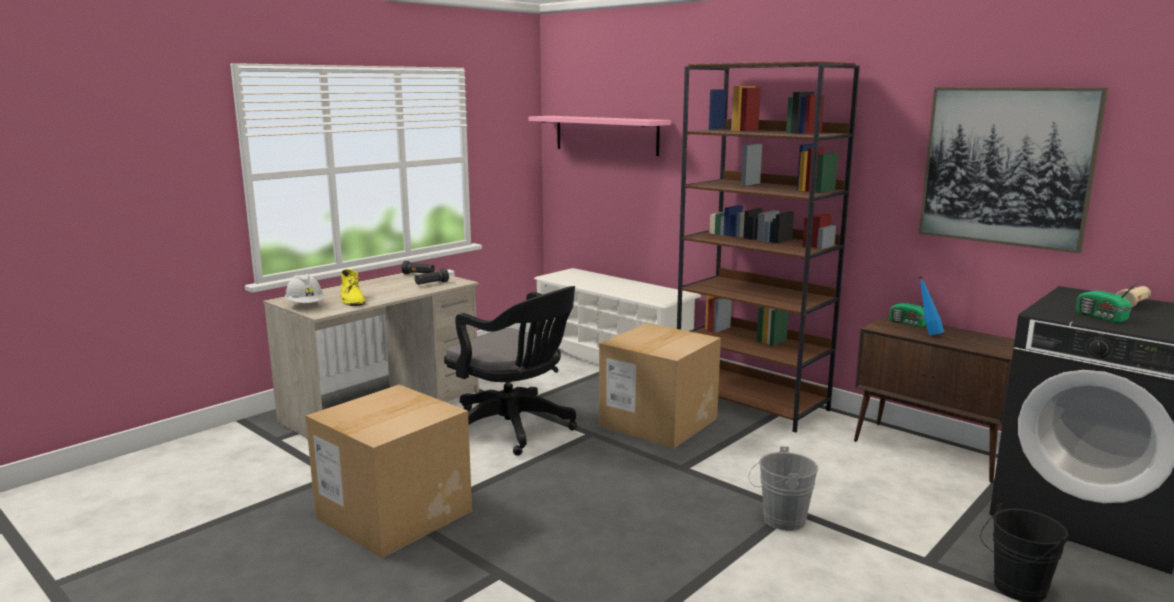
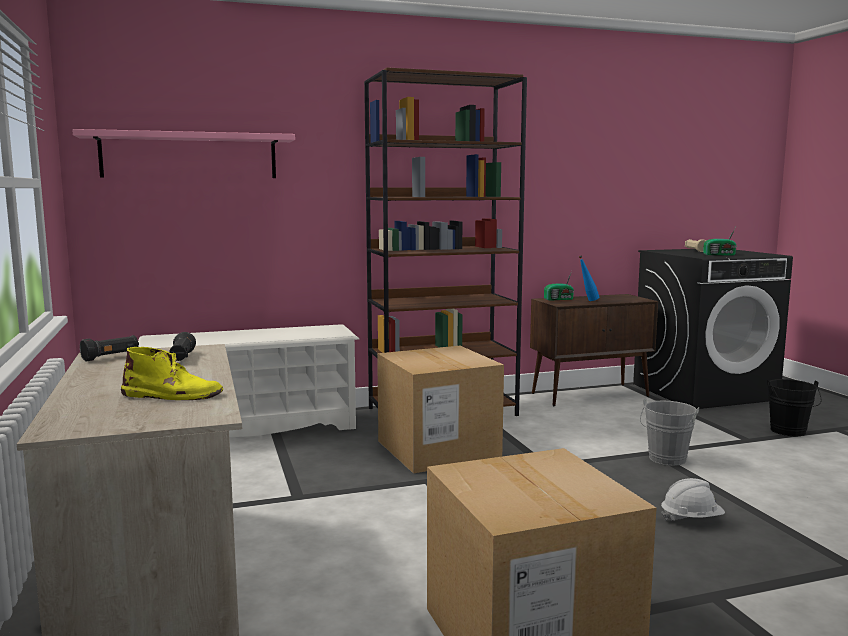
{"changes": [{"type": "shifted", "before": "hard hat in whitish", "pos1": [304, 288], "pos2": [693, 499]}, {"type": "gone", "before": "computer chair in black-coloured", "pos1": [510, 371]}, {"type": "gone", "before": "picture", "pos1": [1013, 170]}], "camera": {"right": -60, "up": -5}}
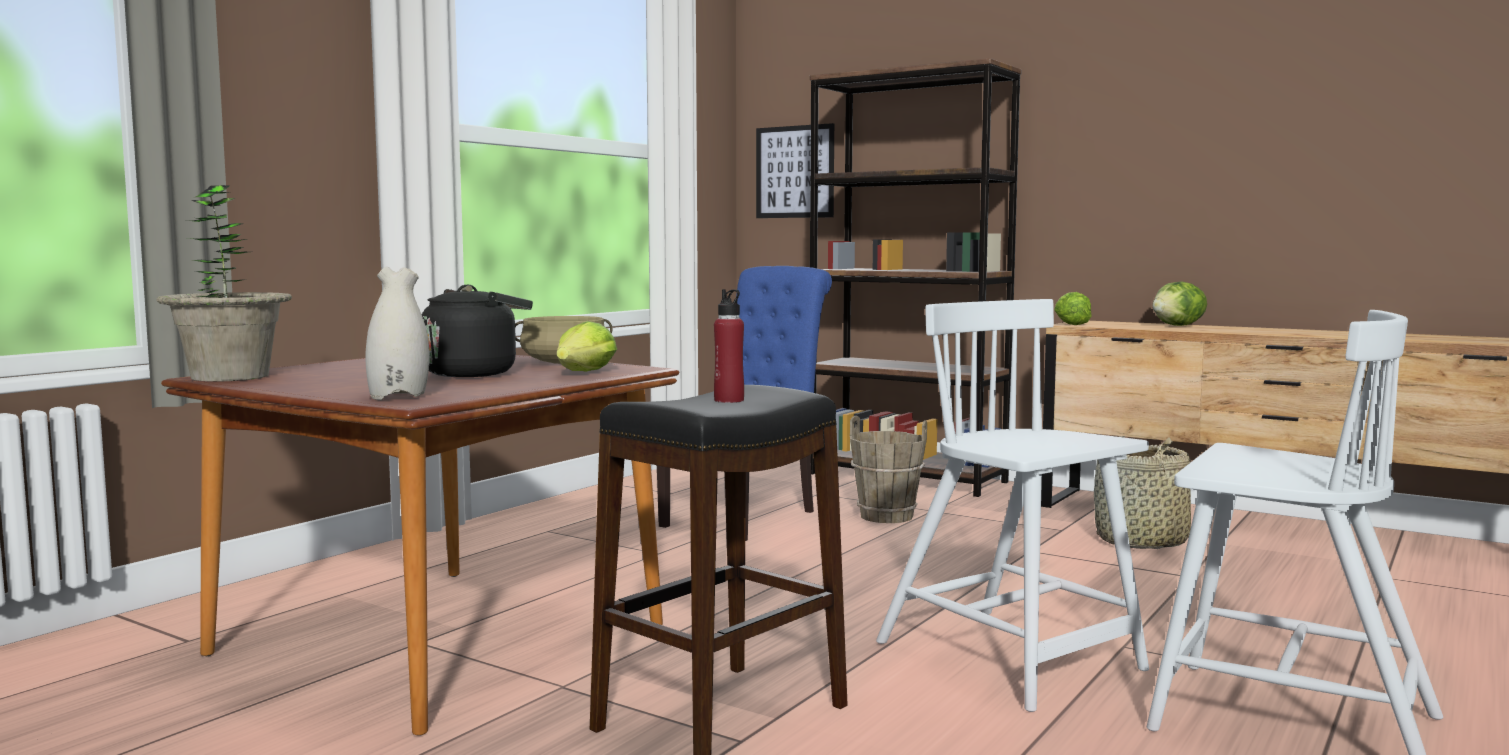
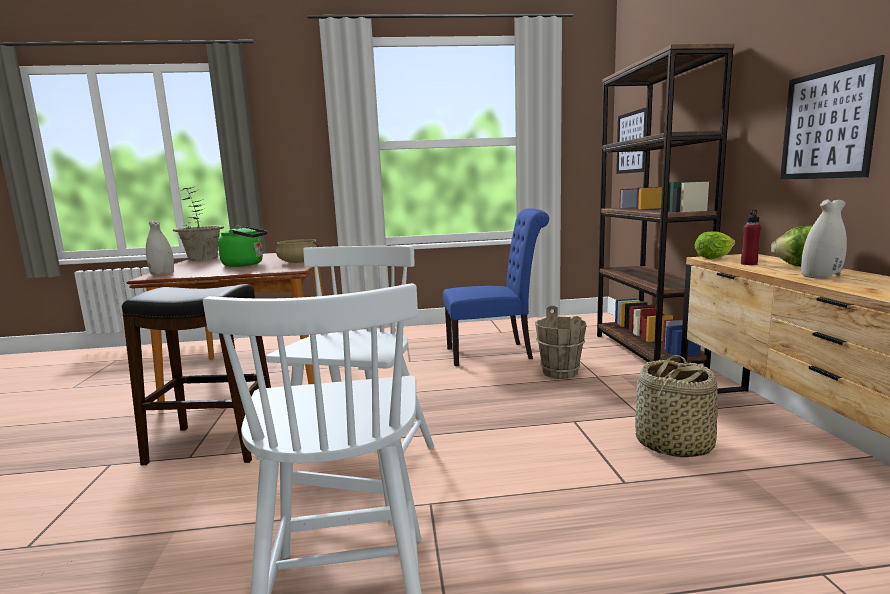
{"changes": [{"type": "repainted", "before": "kettle in black-coloured", "after": "kettle in green-coloured", "pos1": [477, 331], "pos2": [242, 246]}, {"type": "gone", "before": "head of lettuce", "pos1": [587, 346]}, {"type": "shifted", "before": "bottle in red-coloured", "pos1": [729, 346], "pos2": [751, 237]}, {"type": "new", "after": "picture", "pos2": [832, 117]}, {"type": "new", "after": "decorative vase in whitish", "pos2": [824, 239]}], "camera": {"right": 50, "up": 5}}
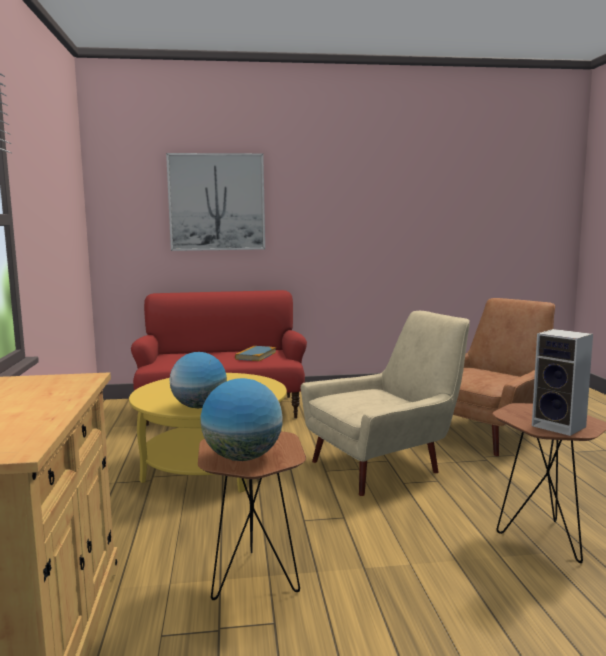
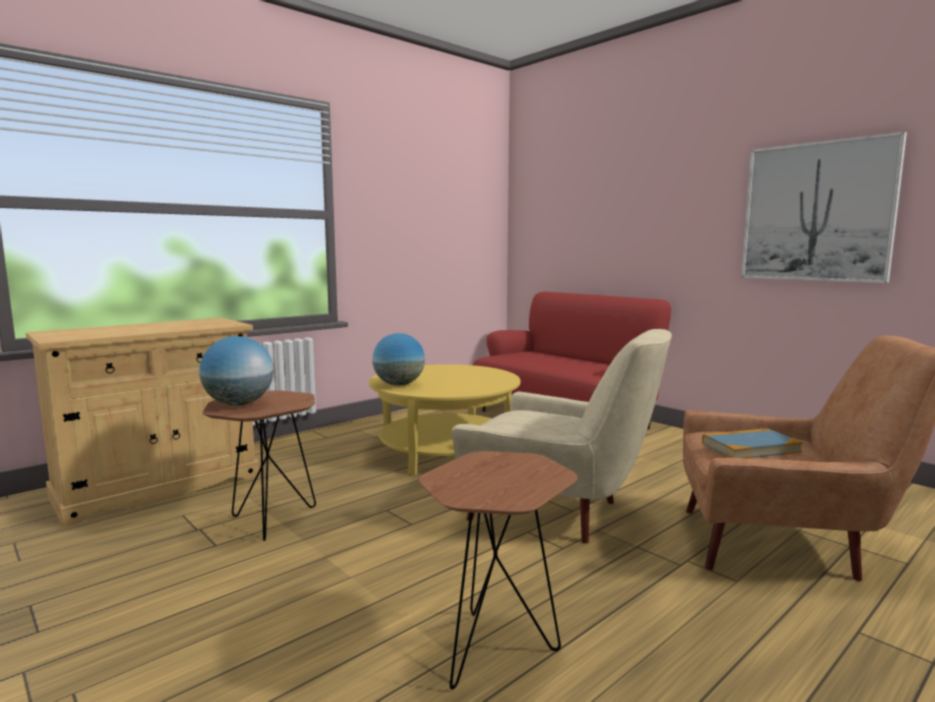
{"changes": [{"type": "shifted", "before": "picture", "pos1": [215, 202], "pos2": [824, 207]}, {"type": "shifted", "before": "volume", "pos1": [255, 353], "pos2": [752, 443]}, {"type": "gone", "before": "audio speaker", "pos1": [562, 382]}], "camera": {"right": 55, "up": 0}}
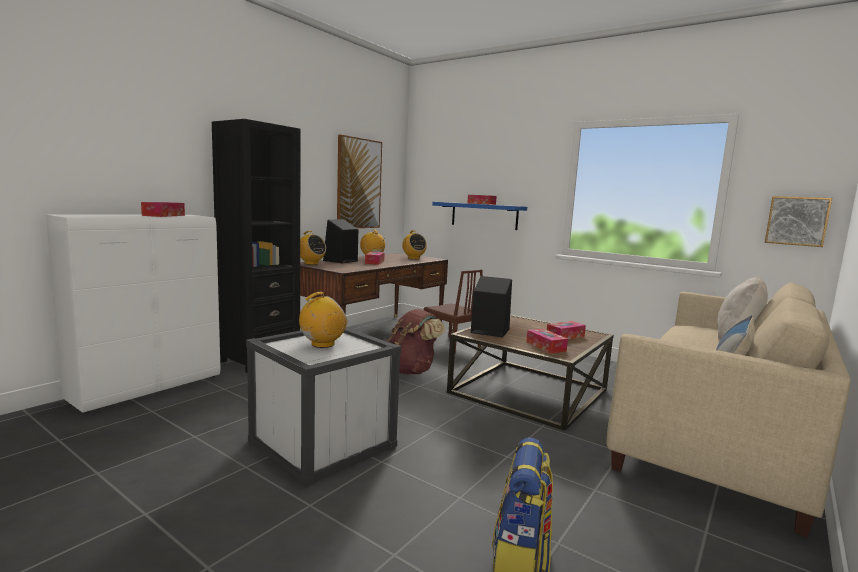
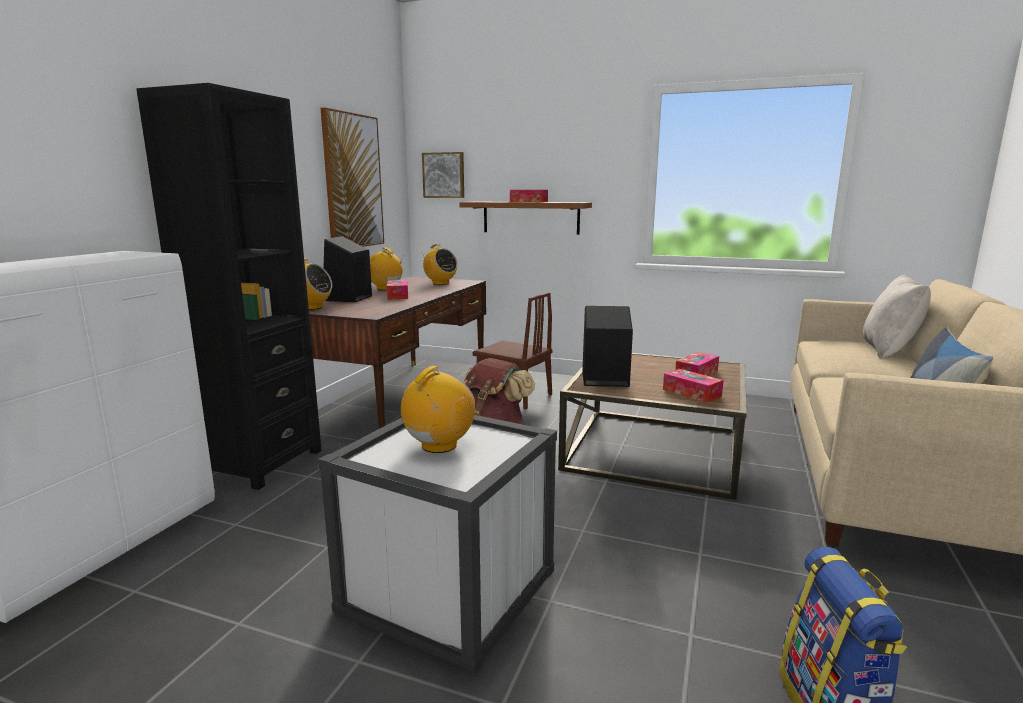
{"changes": [{"type": "gone", "before": "box of tissues", "pos1": [163, 209]}, {"type": "repainted", "before": "bracket shelf in bluish", "after": "bracket shelf in brown-coloured", "pos1": [479, 216], "pos2": [525, 218]}, {"type": "shifted", "before": "picture", "pos1": [798, 221], "pos2": [443, 175]}], "camera": {"right": -15, "up": 5}}
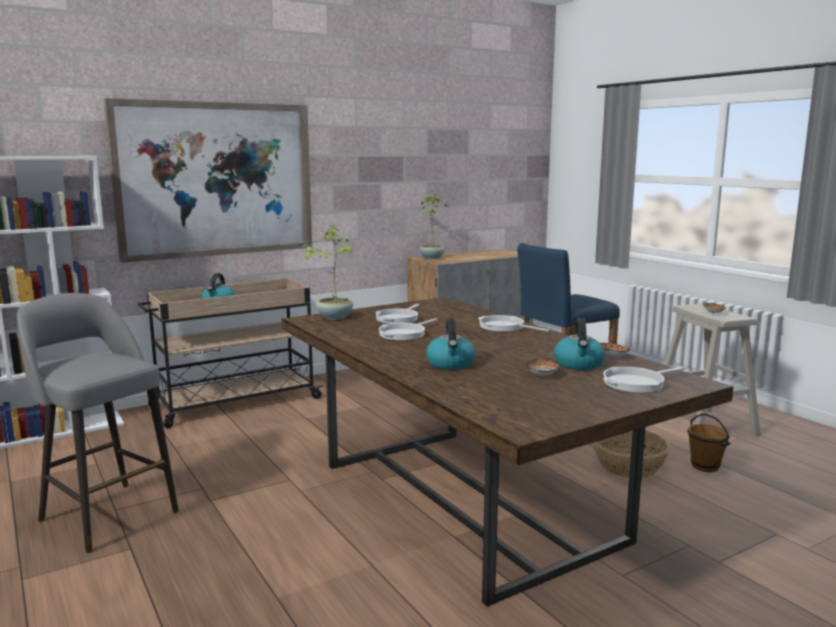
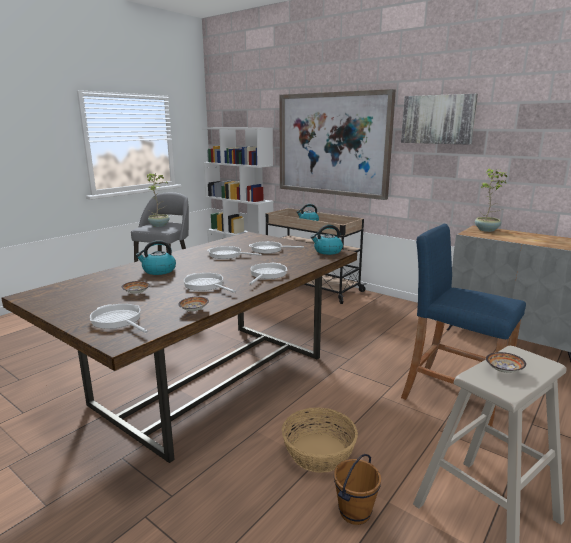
{"changes": [{"type": "shifted", "before": "potted plant", "pos1": [328, 272], "pos2": [158, 200]}, {"type": "shifted", "before": "kettle", "pos1": [579, 344], "pos2": [327, 240]}, {"type": "new", "after": "pan", "pos2": [210, 283]}, {"type": "new", "after": "picture", "pos2": [439, 119]}], "camera": {"right": 70, "up": 5}}
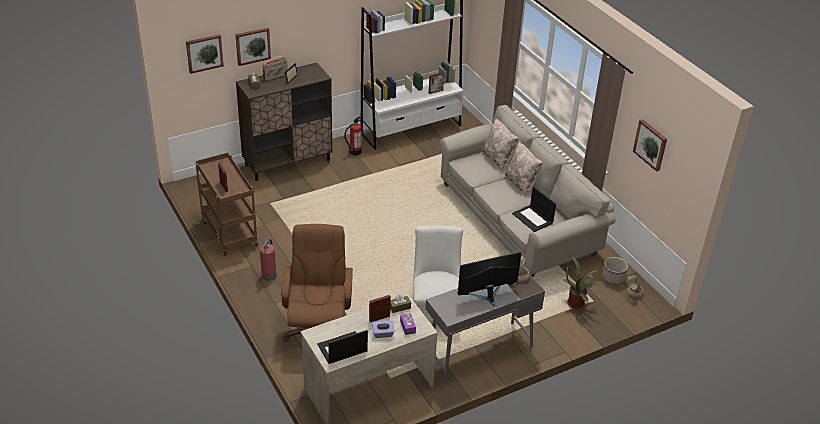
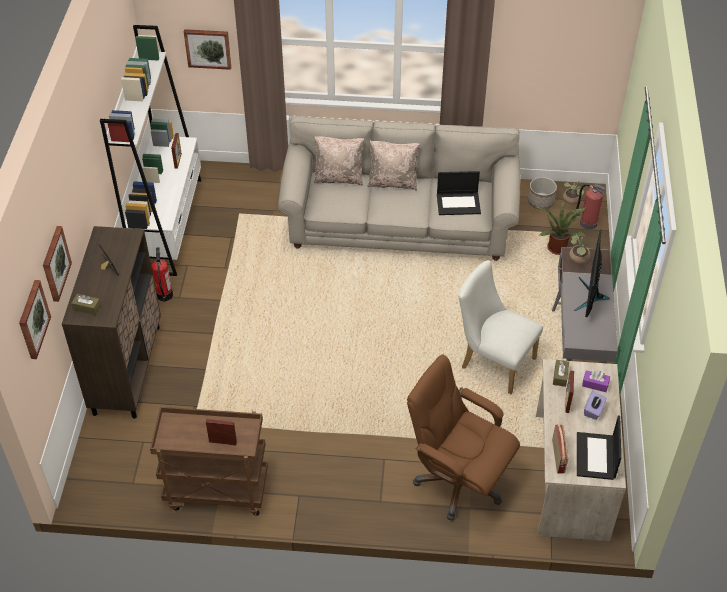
{"changes": [{"type": "shifted", "before": "fire-fighting cylinder", "pos1": [268, 260], "pos2": [590, 206]}, {"type": "shifted", "before": "radio receiver", "pos1": [275, 68], "pos2": [560, 449]}, {"type": "shifted", "before": "picture", "pos1": [650, 145], "pos2": [207, 49]}], "camera": {"right": -55, "up": 10}}
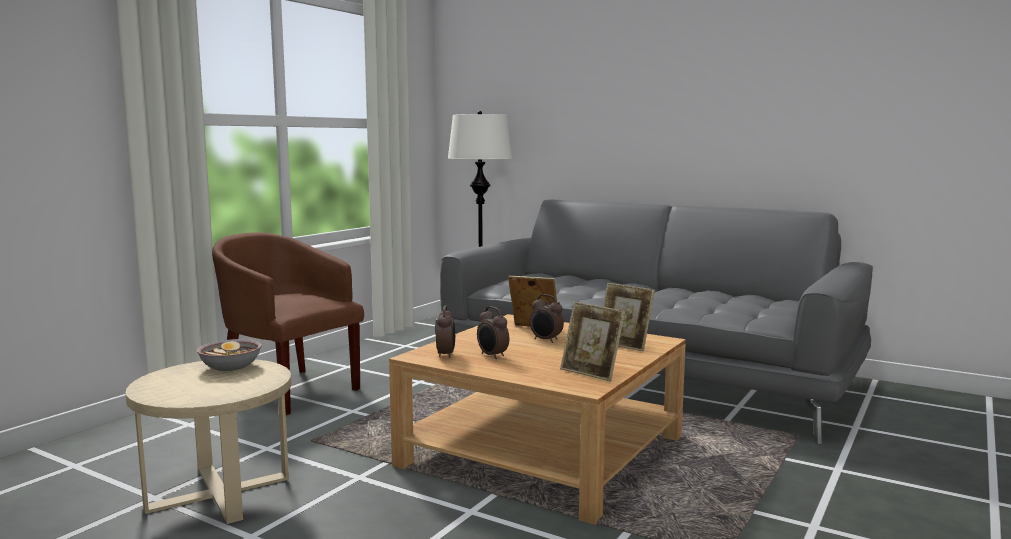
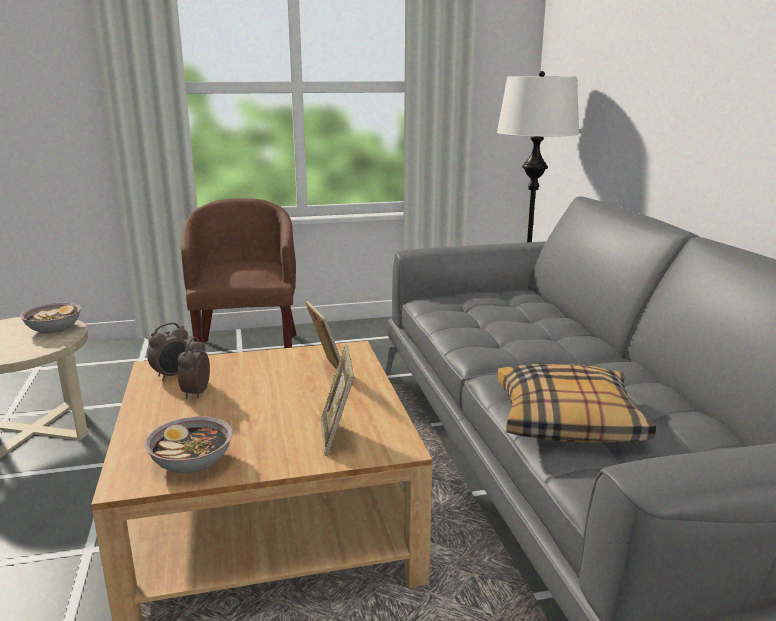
{"changes": [{"type": "gone", "before": "bedside clock", "pos1": [547, 318]}, {"type": "swapped", "before": "standing frame", "after": "deep dish", "pos1": [592, 341], "pos2": [188, 444]}, {"type": "new", "after": "throw pillow", "pos2": [576, 403]}], "camera": {"right": 45, "up": 10}}
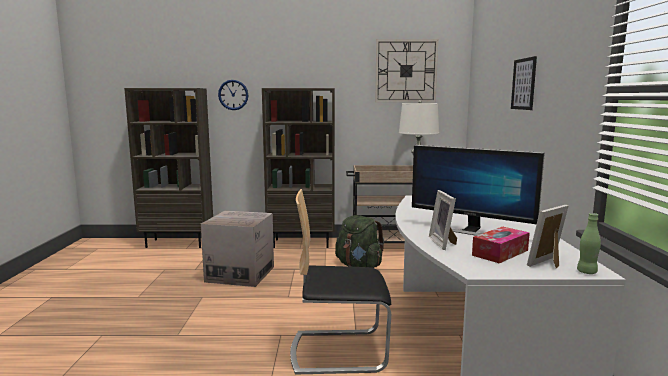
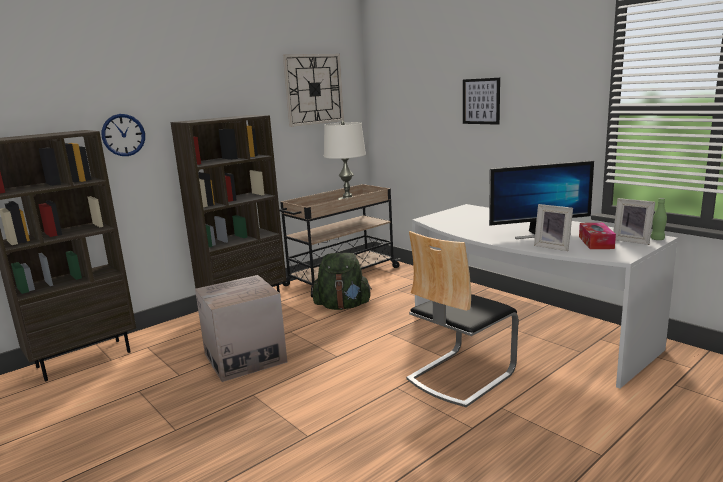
{"changes": [{"type": "rotated", "before": "standing frame", "pos1": [548, 236], "pos2": [634, 221], "turn": -60}], "camera": {"right": -40, "up": 5}}
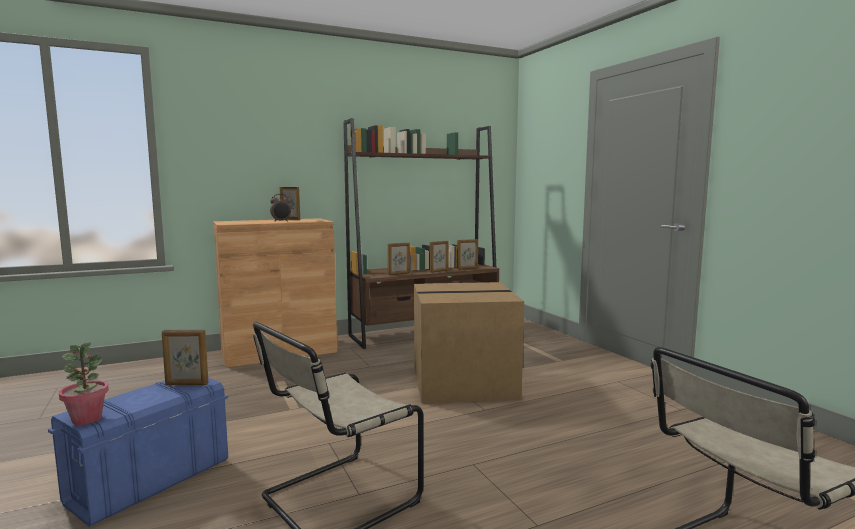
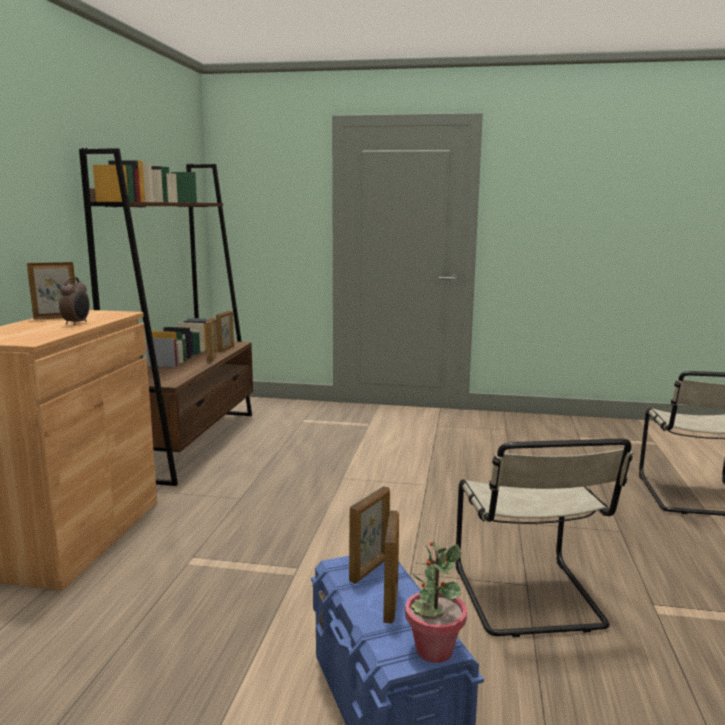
{"changes": [{"type": "shifted", "before": "standing frame", "pos1": [399, 259], "pos2": [391, 566]}, {"type": "gone", "before": "packing box", "pos1": [469, 343]}], "camera": {"right": -55, "up": 5}}
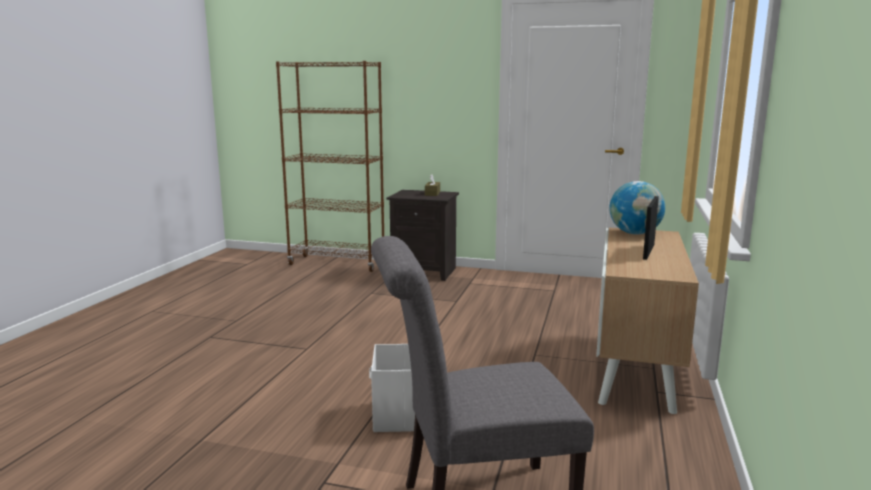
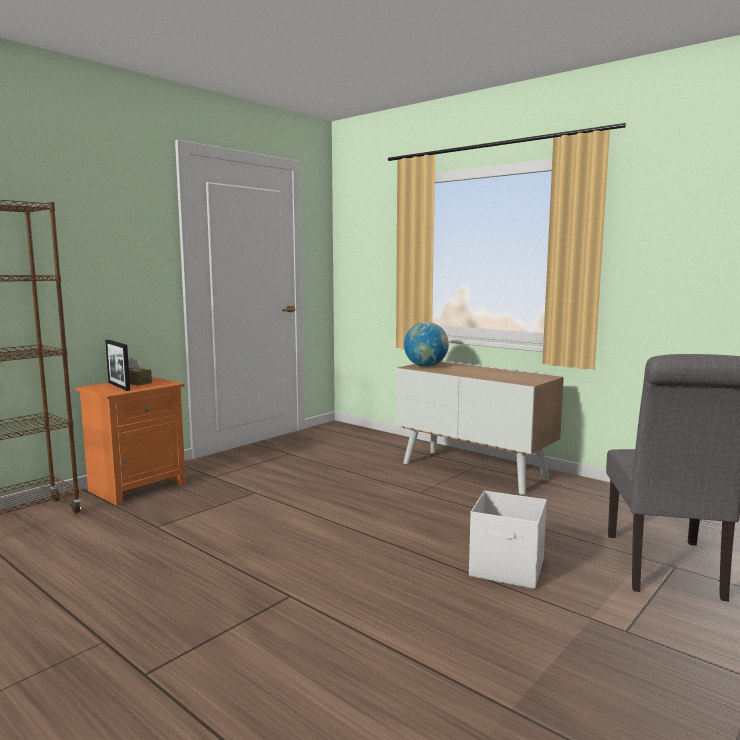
{"changes": [{"type": "repainted", "before": "nightstand in black-coloured", "after": "nightstand in orangey", "pos1": [423, 235], "pos2": [130, 441]}, {"type": "shifted", "before": "standing frame", "pos1": [651, 228], "pos2": [117, 365]}], "camera": {"right": -65, "up": -5}}
